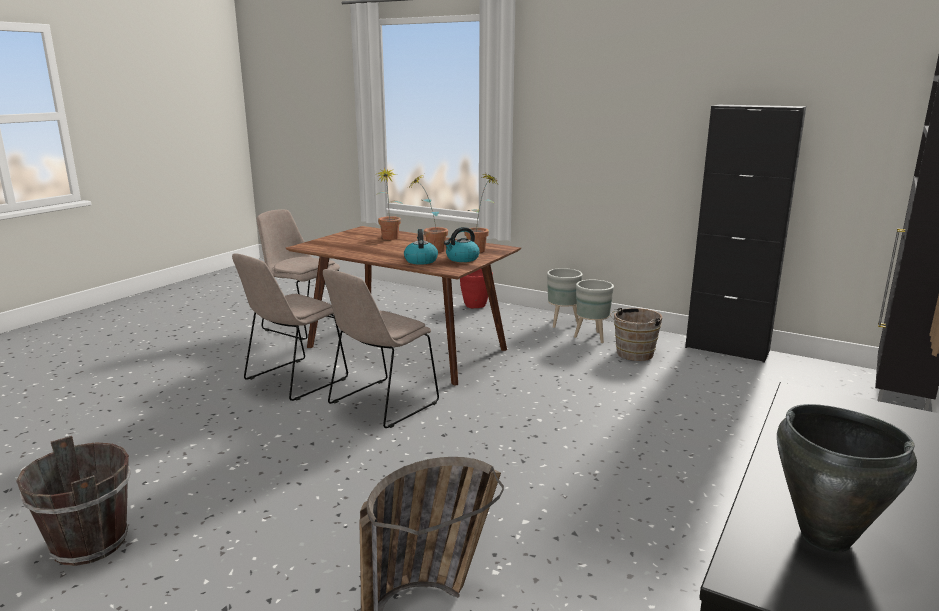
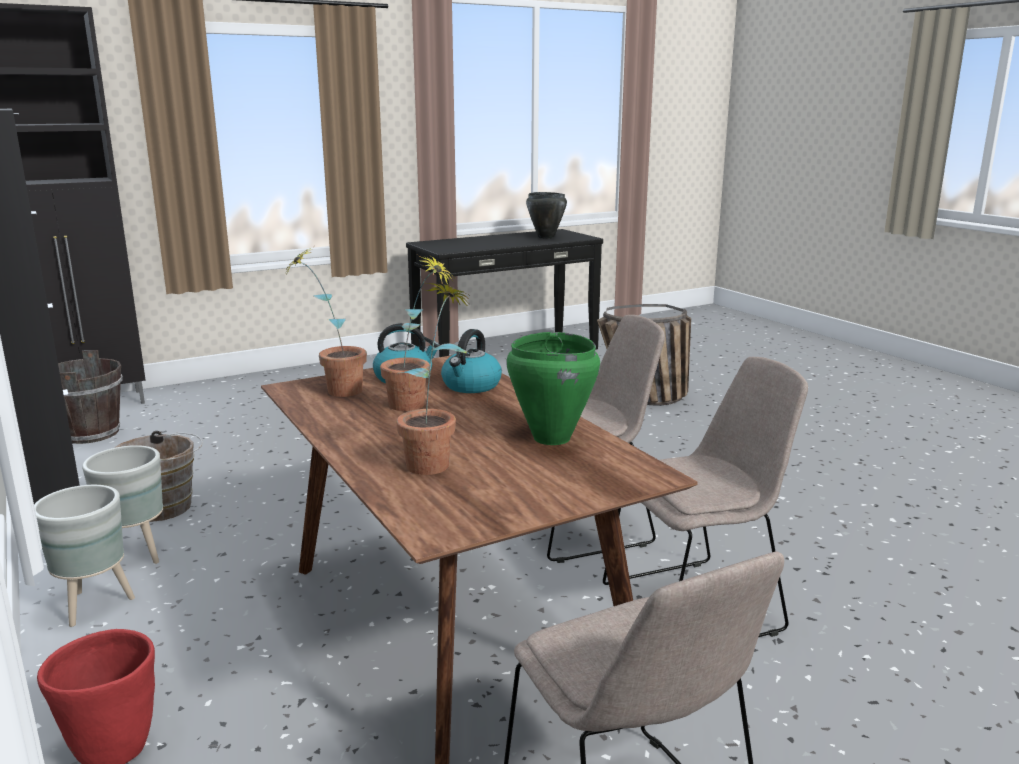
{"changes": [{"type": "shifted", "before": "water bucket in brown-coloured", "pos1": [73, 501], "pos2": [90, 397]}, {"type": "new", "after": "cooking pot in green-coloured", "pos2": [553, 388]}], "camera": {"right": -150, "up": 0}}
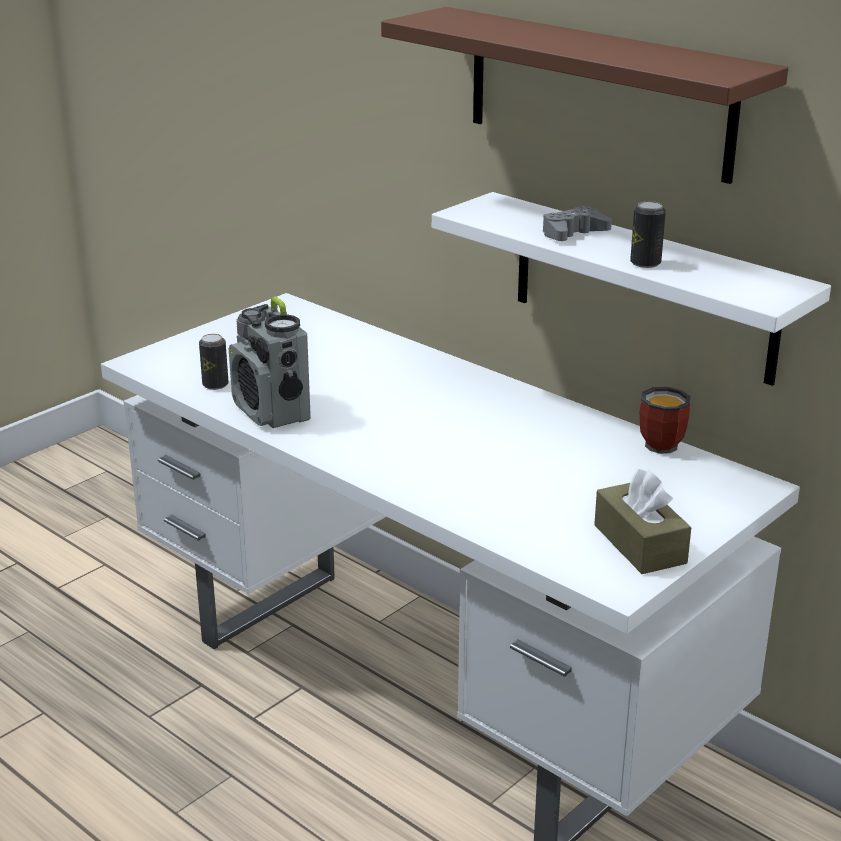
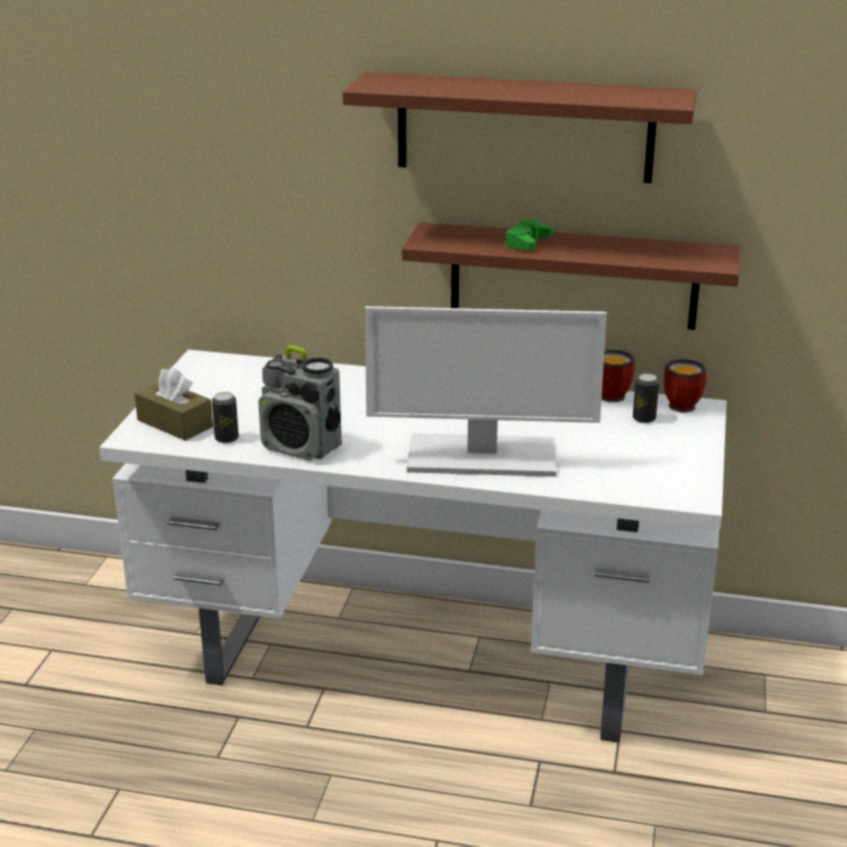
{"changes": [{"type": "repainted", "before": "bracket shelf in whitish", "after": "bracket shelf in brown-coloured", "pos1": [631, 289], "pos2": [571, 276]}, {"type": "repainted", "before": "game controller in greyish", "after": "game controller in green-coloured", "pos1": [577, 223], "pos2": [528, 234]}, {"type": "shifted", "before": "box of tissues in brown-coloured", "pos1": [642, 521], "pos2": [173, 404]}, {"type": "shifted", "before": "metal can", "pos1": [648, 234], "pos2": [646, 398]}, {"type": "new", "after": "monitor", "pos2": [486, 391]}, {"type": "new", "after": "tea mug", "pos2": [685, 386]}], "camera": {"right": -30, "up": 0}}
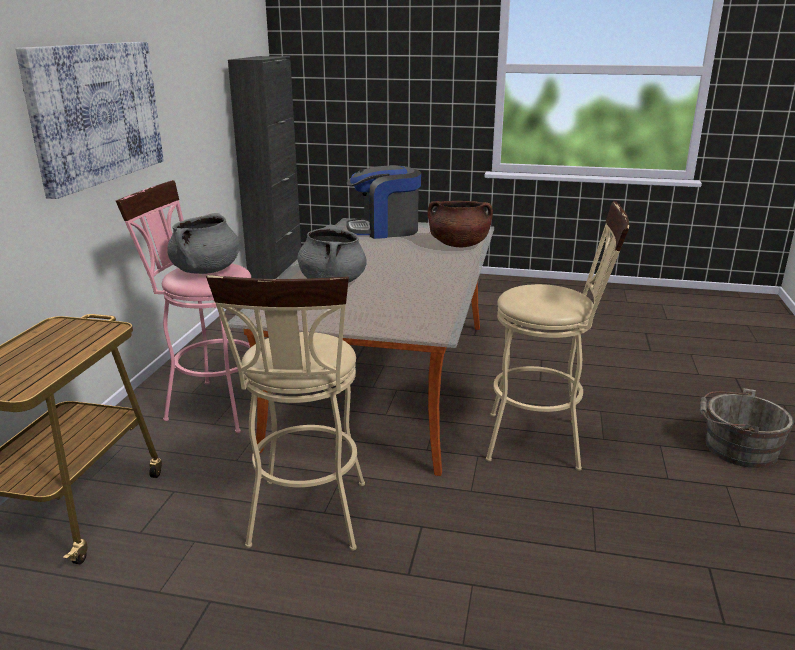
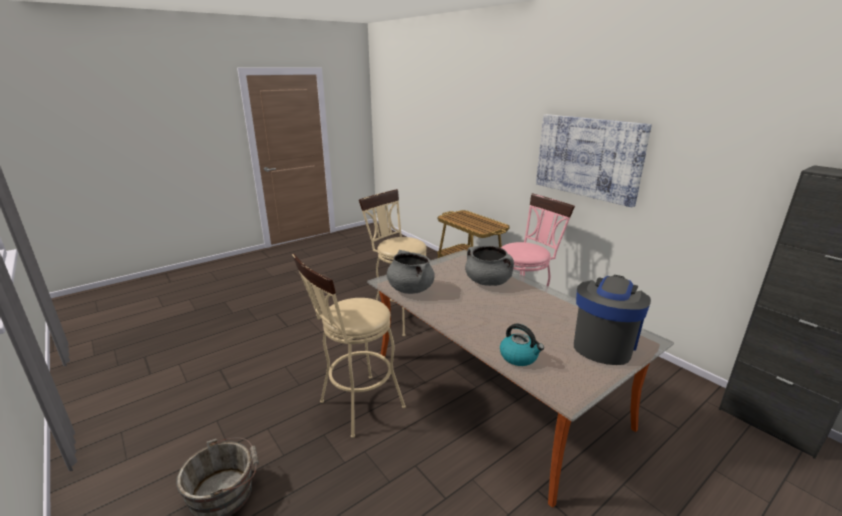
{"changes": [{"type": "shifted", "before": "cooking pot in greyish", "pos1": [203, 243], "pos2": [411, 272]}, {"type": "swapped", "before": "cooking pot in brown-coloured", "after": "kettle", "pos1": [460, 224], "pos2": [522, 345]}], "camera": {"right": 130, "up": 0}}
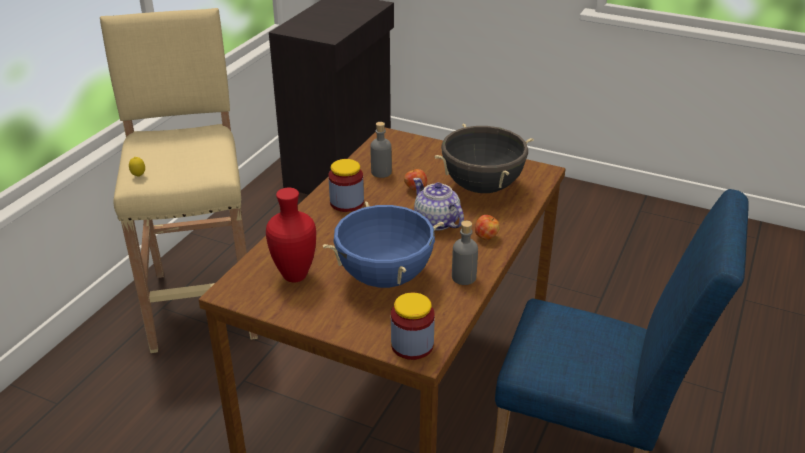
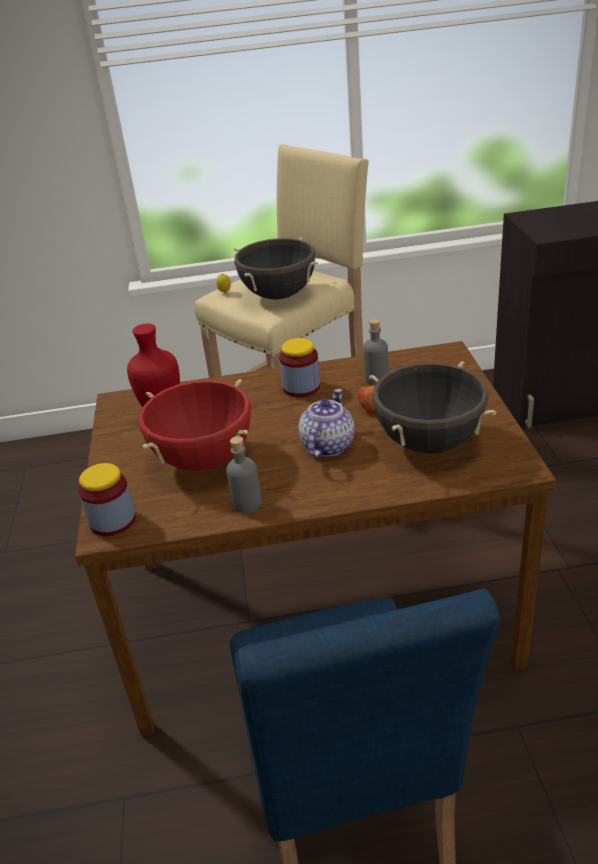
{"changes": [{"type": "repainted", "before": "cooking pot in bluish", "after": "cooking pot in red-coloured", "pos1": [383, 244], "pos2": [195, 425]}, {"type": "gone", "before": "apple fruit", "pos1": [487, 227]}, {"type": "new", "after": "cooking pot in black-coloured", "pos2": [276, 268]}], "camera": {"right": 60, "up": 0}}
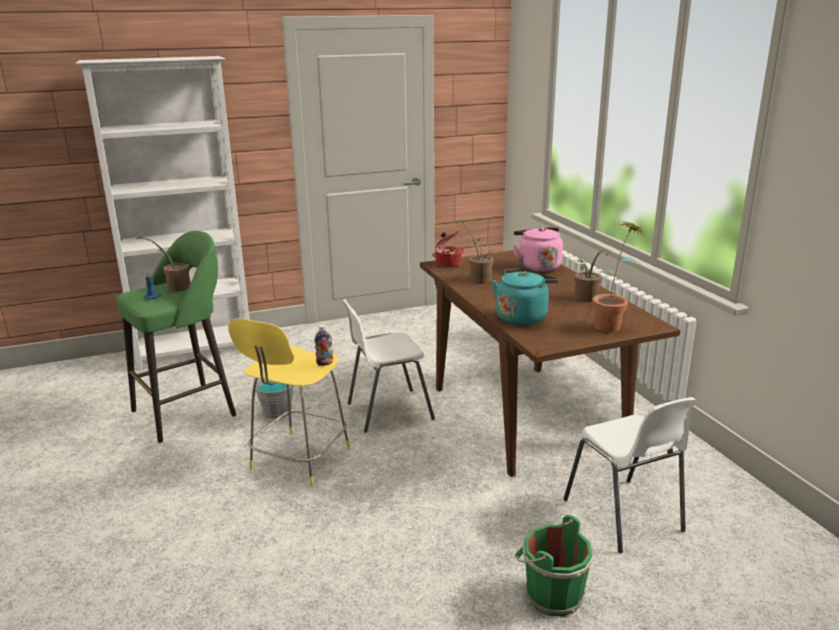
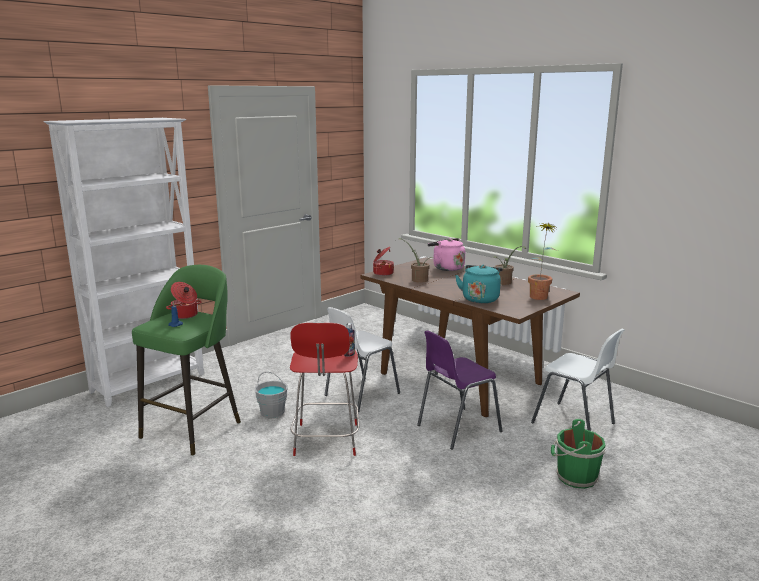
{"changes": [{"type": "swapped", "before": "potted plant", "after": "cooking pot", "pos1": [164, 264], "pos2": [184, 300]}, {"type": "repainted", "before": "stool seat in yellow", "after": "stool seat in red-coloured", "pos1": [289, 402], "pos2": [324, 389]}, {"type": "new", "after": "chair in purple", "pos2": [459, 390]}], "camera": {"right": -25, "up": -5}}
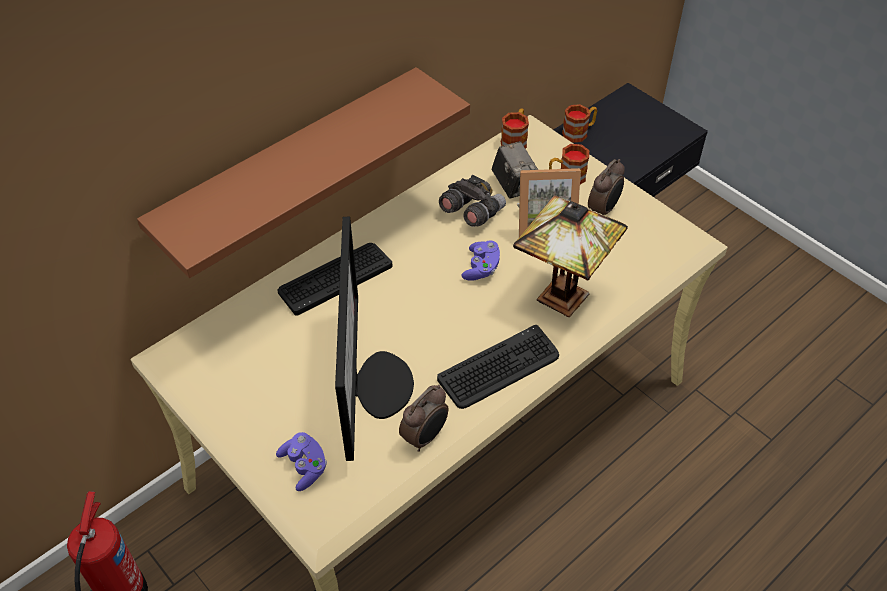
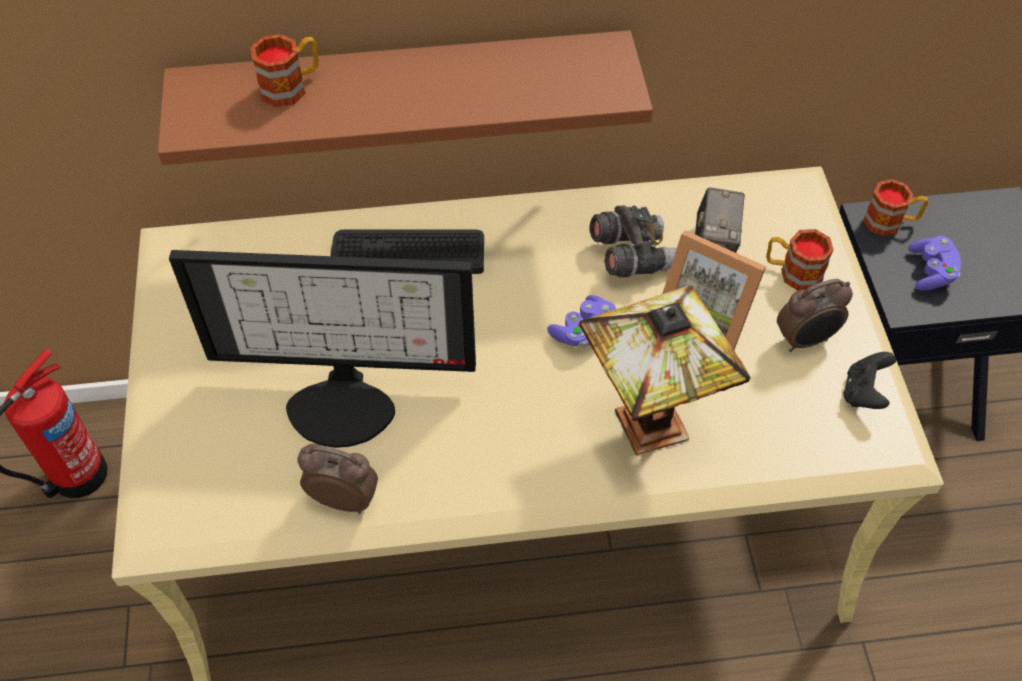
{"changes": [{"type": "shifted", "before": "game controller in purple", "pos1": [301, 461], "pos2": [934, 263]}, {"type": "rotated", "before": "monitor", "pos1": [374, 339], "pos2": [322, 349], "turn": 60}, {"type": "rotated", "before": "bedside clock", "pos1": [423, 418], "pos2": [338, 479], "turn": -150}, {"type": "gone", "before": "keyboard", "pos1": [498, 367]}, {"type": "shifted", "before": "tea mug", "pos1": [515, 128], "pos2": [284, 70]}, {"type": "new", "after": "game controller in black-coloured", "pos2": [870, 380]}], "camera": {"right": 35, "up": 5}}
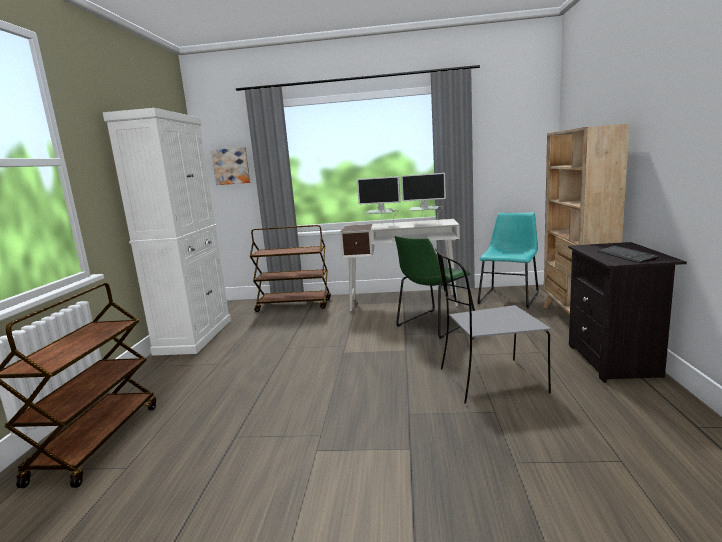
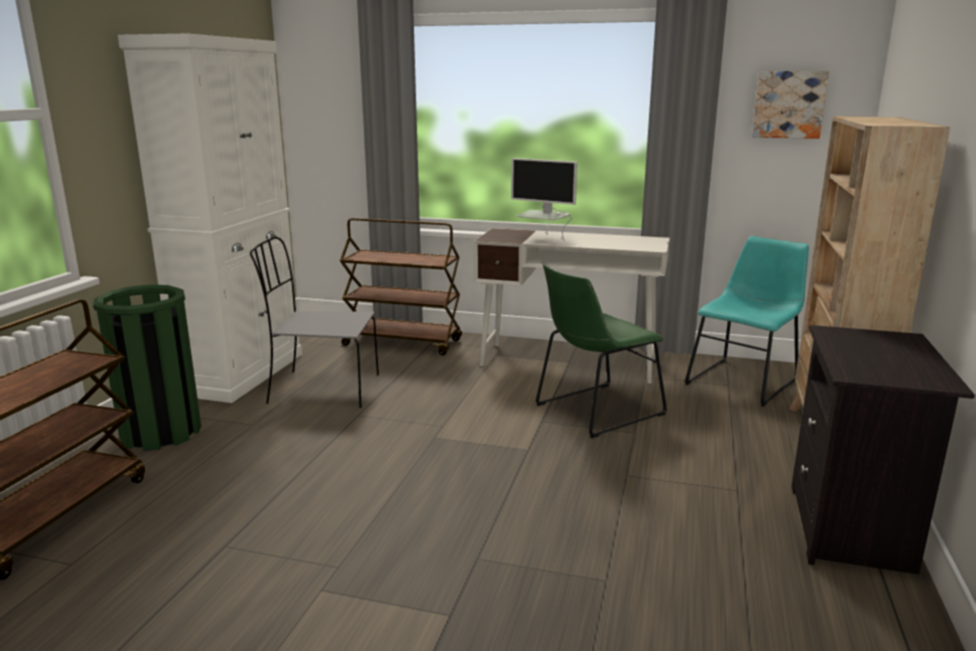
{"changes": [{"type": "shifted", "before": "picture", "pos1": [230, 166], "pos2": [790, 105]}, {"type": "gone", "before": "monitor", "pos1": [423, 197]}, {"type": "shifted", "before": "chair in greyish", "pos1": [493, 326], "pos2": [314, 322]}, {"type": "gone", "before": "keyboard", "pos1": [628, 254]}, {"type": "new", "after": "waste bin in green-coloured", "pos2": [147, 368]}], "camera": {"right": 10, "up": 5}}
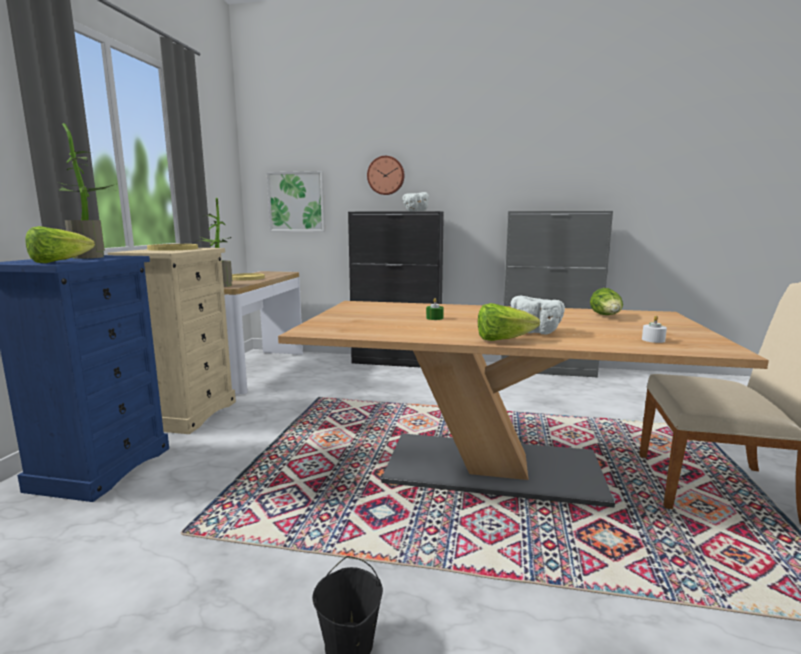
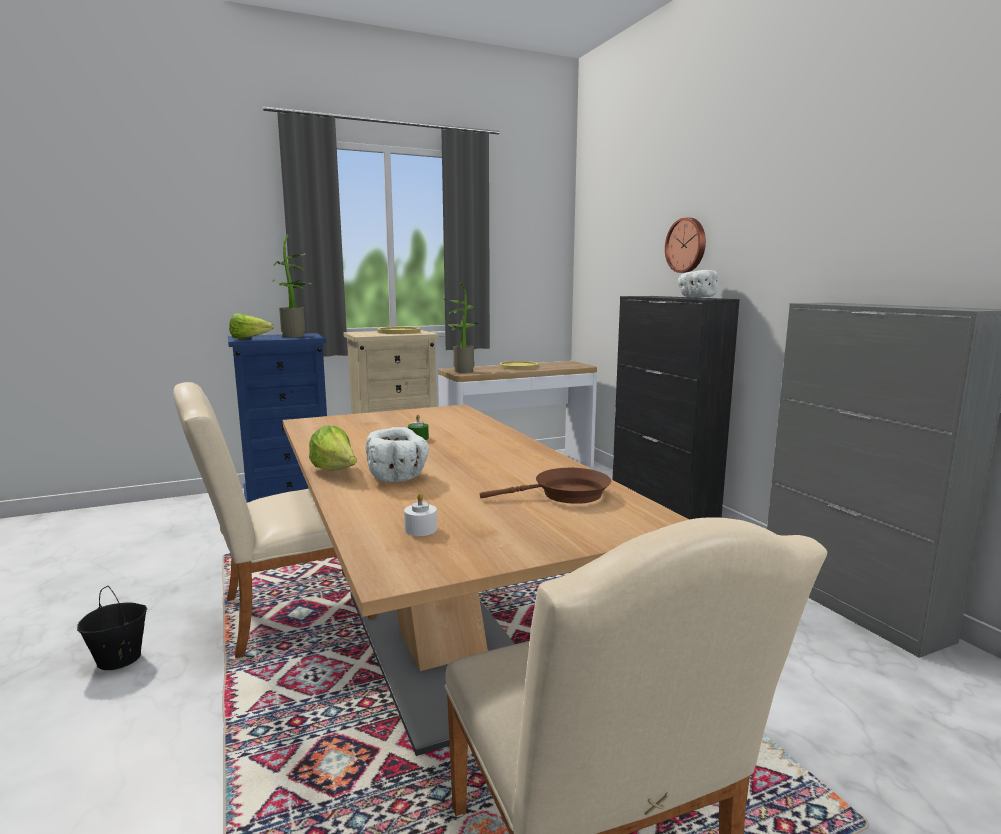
{"changes": [{"type": "gone", "before": "picture", "pos1": [296, 201]}, {"type": "swapped", "before": "head of lettuce", "after": "pan in brown-coloured", "pos1": [606, 301], "pos2": [545, 486]}, {"type": "new", "after": "chair in sand-coloured", "pos2": [275, 520]}], "camera": {"right": 55, "up": 0}}
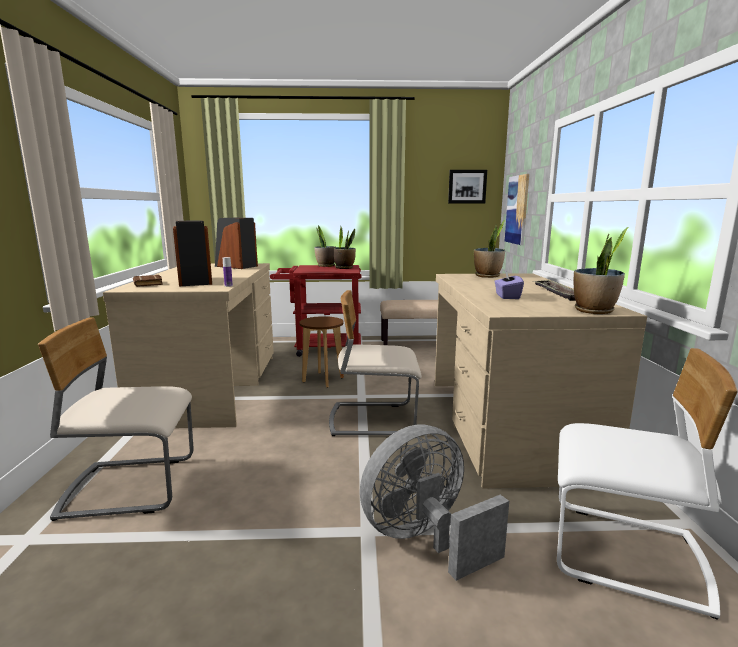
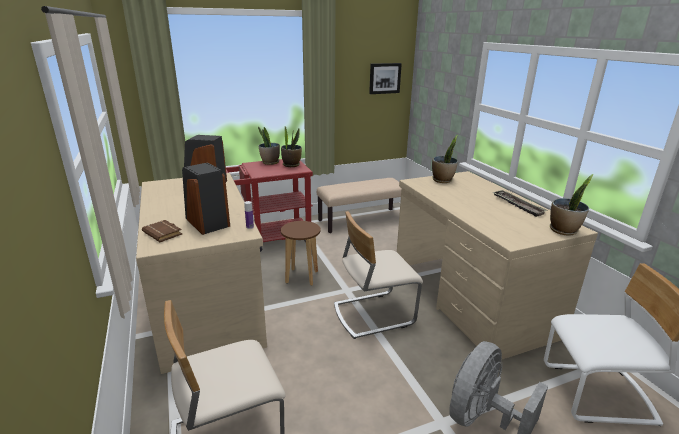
{"changes": [{"type": "gone", "before": "box of tissues in purple", "pos1": [509, 284]}, {"type": "gone", "before": "picture", "pos1": [517, 209]}], "camera": {"right": -20, "up": 10}}
